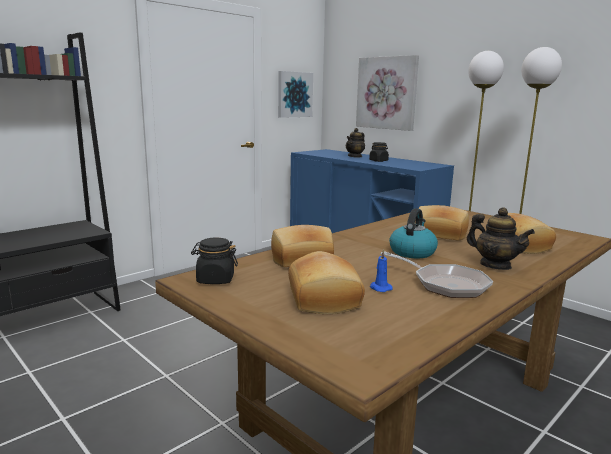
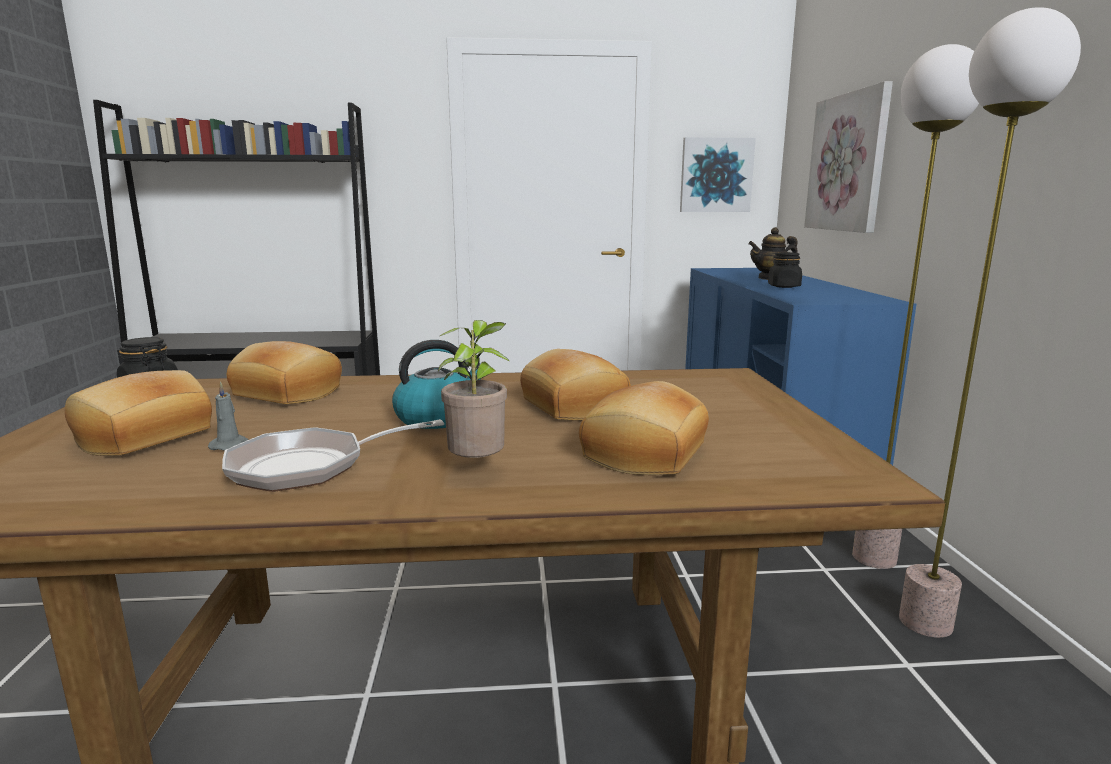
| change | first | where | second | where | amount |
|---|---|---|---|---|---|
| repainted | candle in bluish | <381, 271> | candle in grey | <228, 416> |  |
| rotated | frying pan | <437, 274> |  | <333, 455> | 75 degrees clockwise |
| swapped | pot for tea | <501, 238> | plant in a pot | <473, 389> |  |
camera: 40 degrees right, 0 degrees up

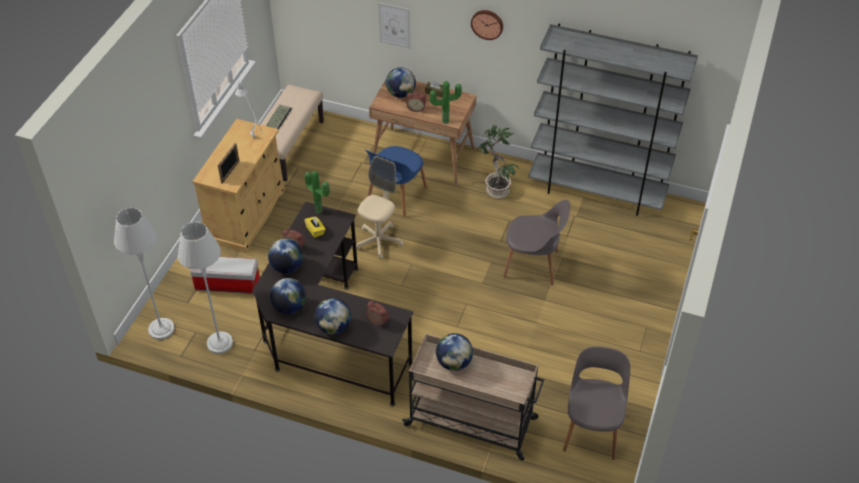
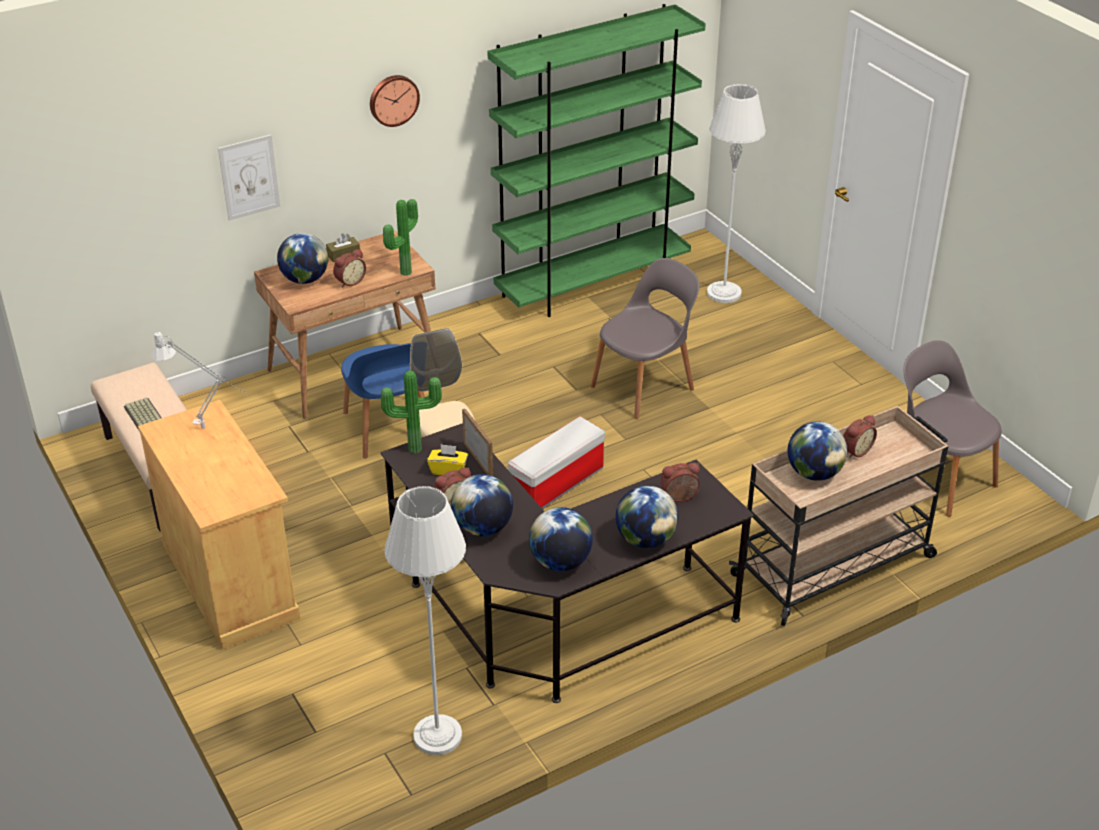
| change | first | where | second | where | amount |
|---|---|---|---|---|---|
| shifted | picture frame | <228, 163> |  | <477, 442> |  |
| repainted | bookshelf in grey | <613, 120> | bookshelf in greenish | <596, 160> |  |
| shifted | storage bin | <225, 275> |  | <556, 462> |  |
| shifted | standard lamp in grey | <144, 273> |  | <736, 193> |  |
| new |  |  | alarm clock | <860, 437> |  |
| gone | plant in a pot | <498, 162> |  |  |  |
camera: 50 degrees left, 10 degrees down

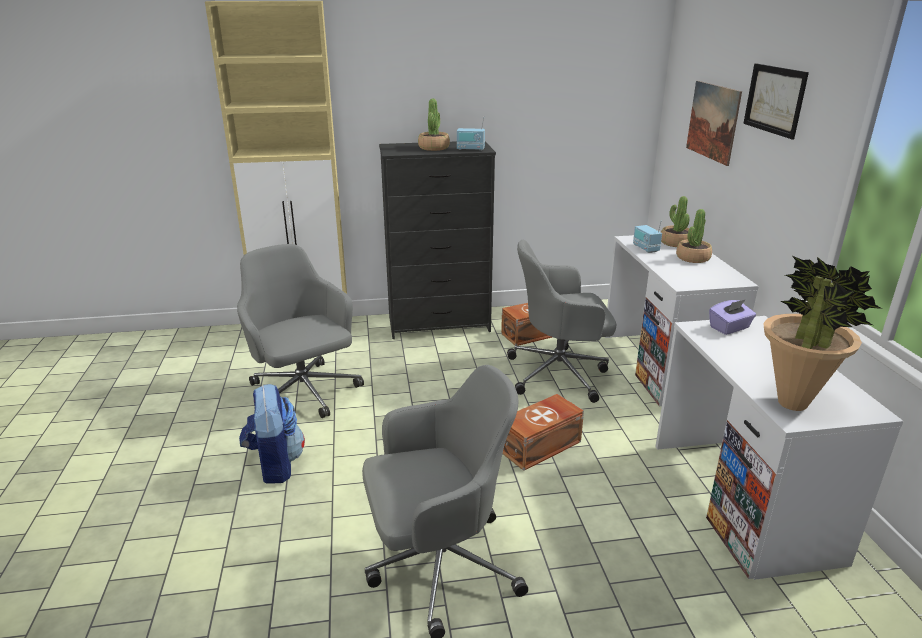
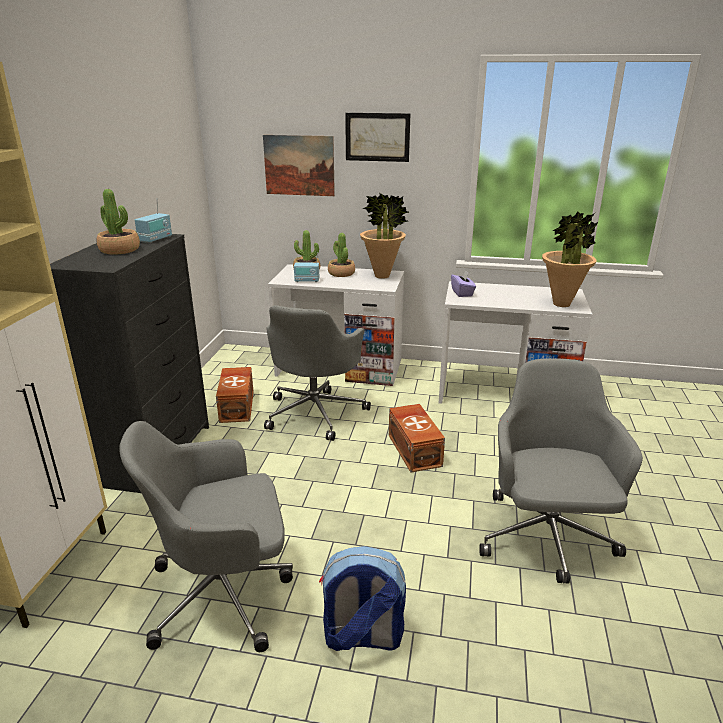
| change | first | where | second | where | amount |
|---|---|---|---|---|---|
| new |  |  | plant in a pot | <384, 236> |  |
camera: 70 degrees left, 0 degrees up

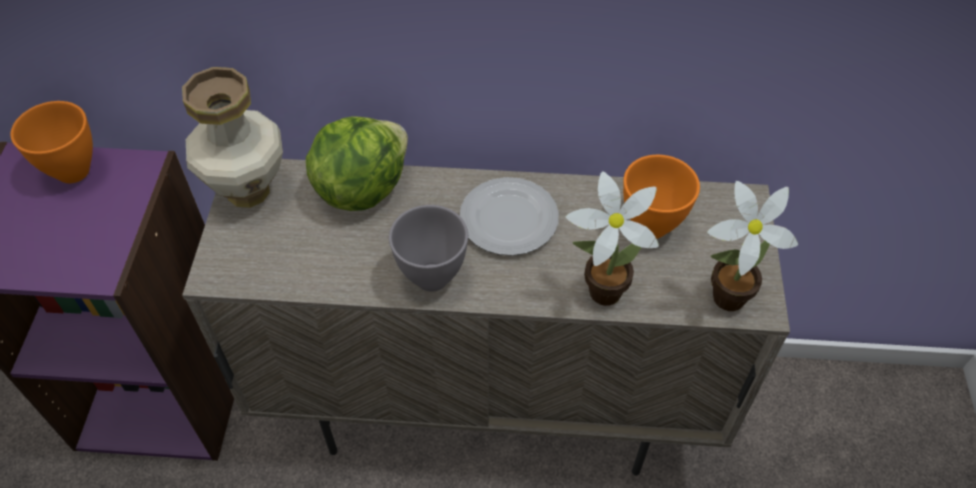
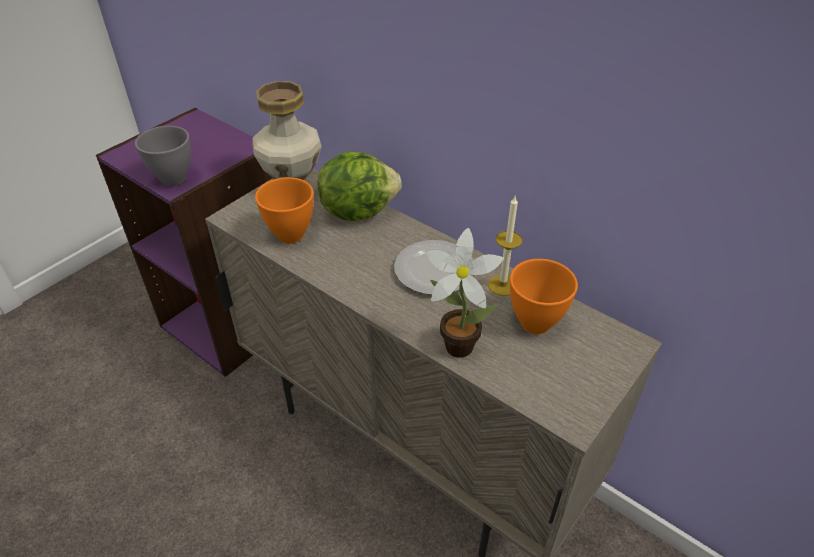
| change | first | where | second | where | amount |
|---|---|---|---|---|---|
| shifted | deep dish in grey | <428, 248> |  | <163, 156> |  |
| shifted | deep dish in orange-coloured | <52, 142> |  | <284, 210> |  |
| new |  |  | candle | <505, 246> |  |
| gone | plant in a pot | <752, 246> |  |  |  |
camera: 35 degrees right, 10 degrees down

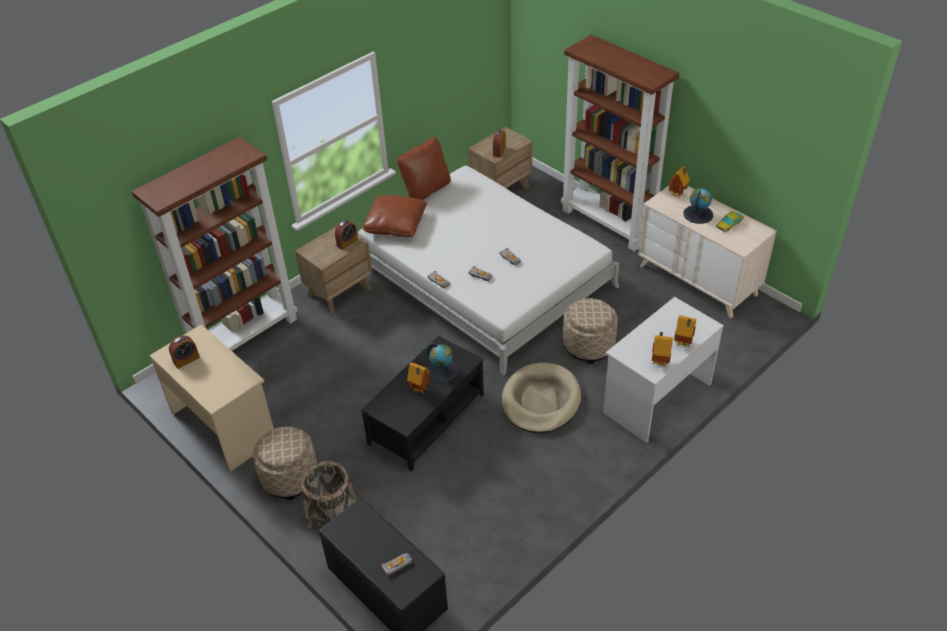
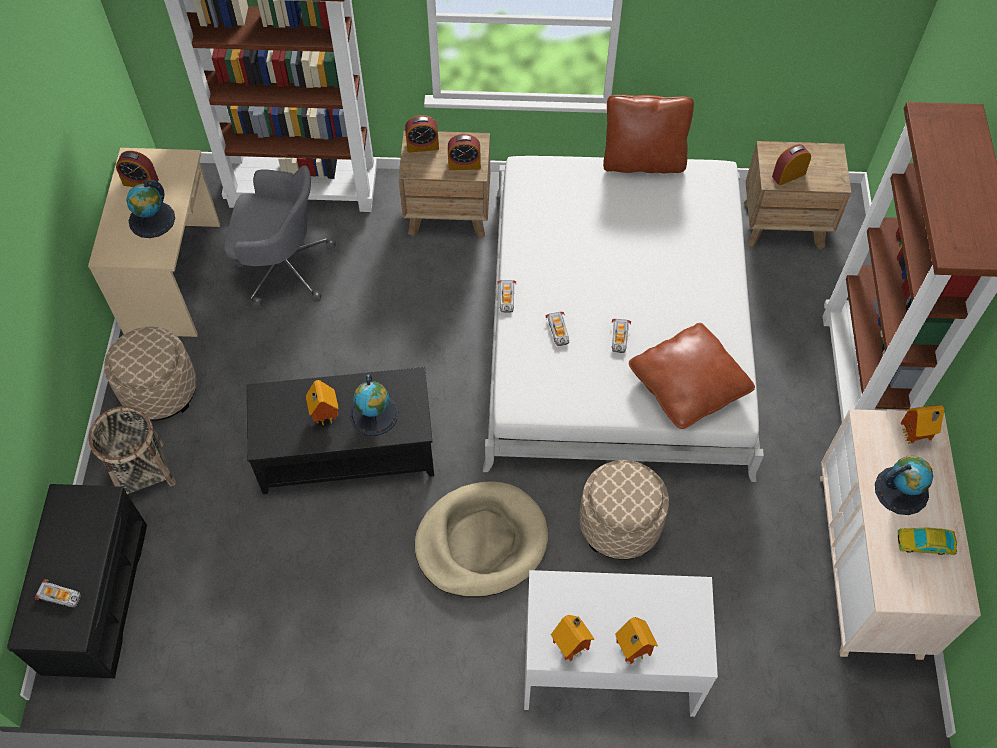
| change | first | where | second | where | amount |
|---|---|---|---|---|---|
| new |  |  | world globe | <150, 209> |  |
| new |  |  | computer chair in grey | <280, 236> |  |
| new |  |  | alarm clock | <422, 134> |  |
| shifted | pillow in brown | <394, 216> |  | <692, 376> |  |
camera: 45 degrees right, 15 degrees up

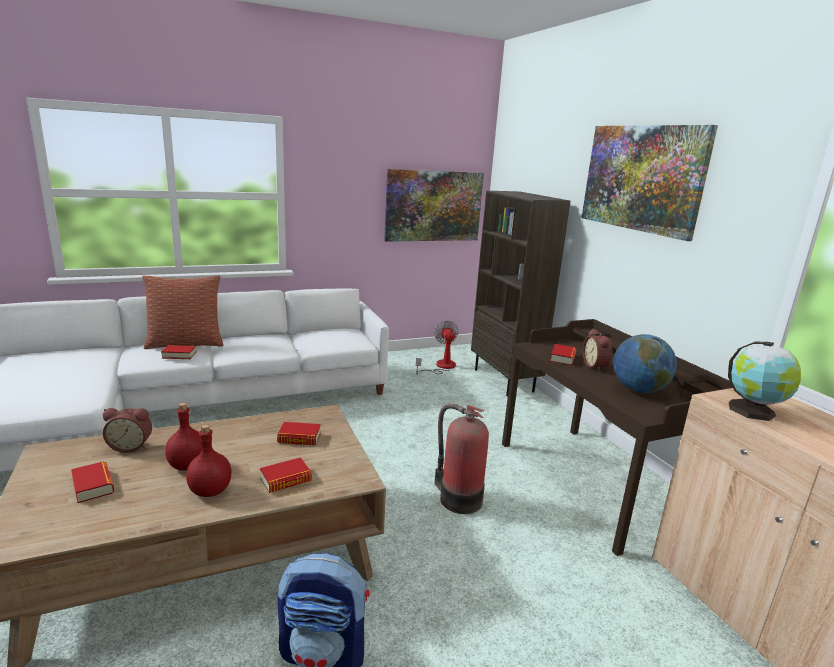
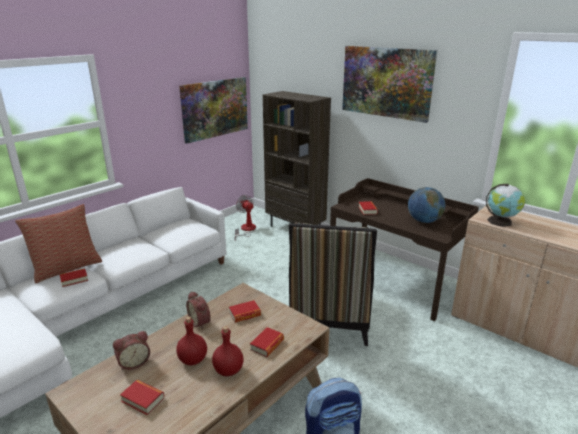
| change | first | where | second | where | amount |
|---|---|---|---|---|---|
| shifted | alarm clock | <597, 350> |  | <198, 310> |  |
| swapped | fire-fighting cylinder | <462, 459> | chair | <333, 284> |  |
camera: 25 degrees left, 5 degrees up

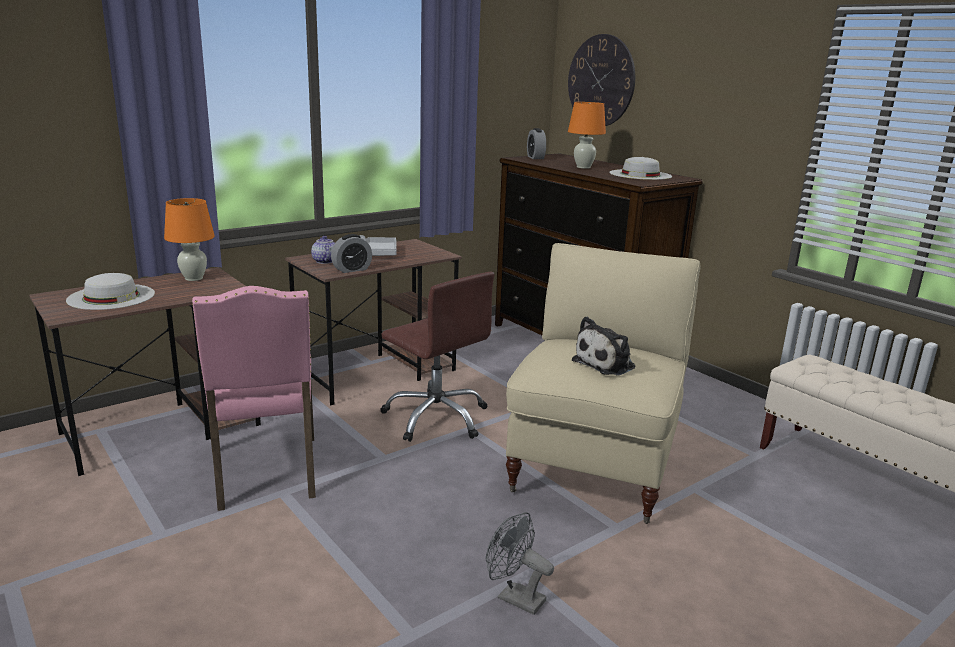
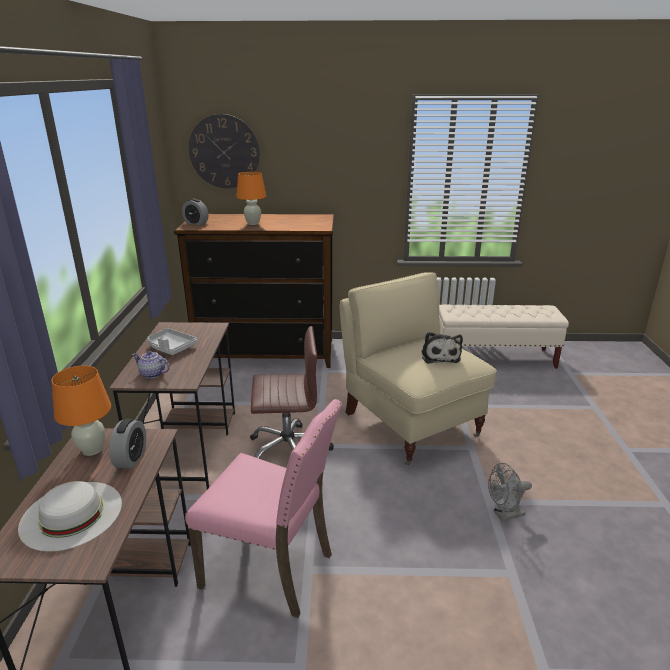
| change | first | where | second | where | amount |
|---|---|---|---|---|---|
| shifted | alarm clock | <351, 253> |  | <127, 444> |  |
| gone | wearable hat in whitish | <640, 168> |  |  |  |
camera: 50 degrees left, 5 degrees up

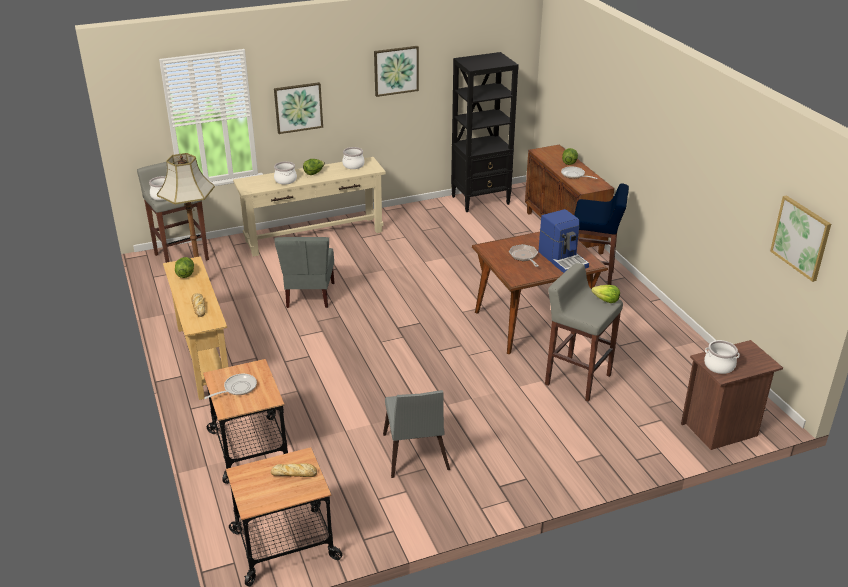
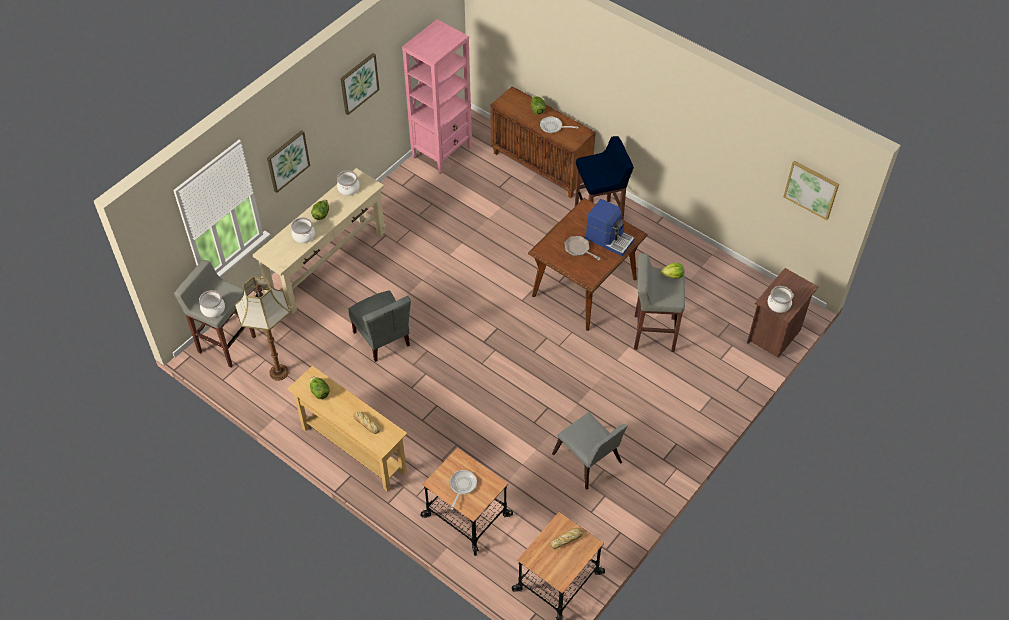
| change | first | where | second | where | amount |
|---|---|---|---|---|---|
| repainted | bookshelf in black-coloured | <485, 132> | bookshelf in pinkish | <437, 96> |  |
camera: 30 degrees left, 20 degrees up

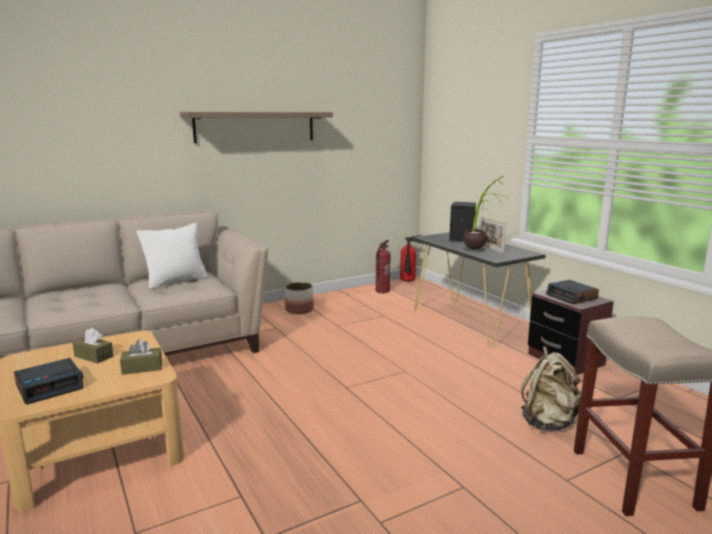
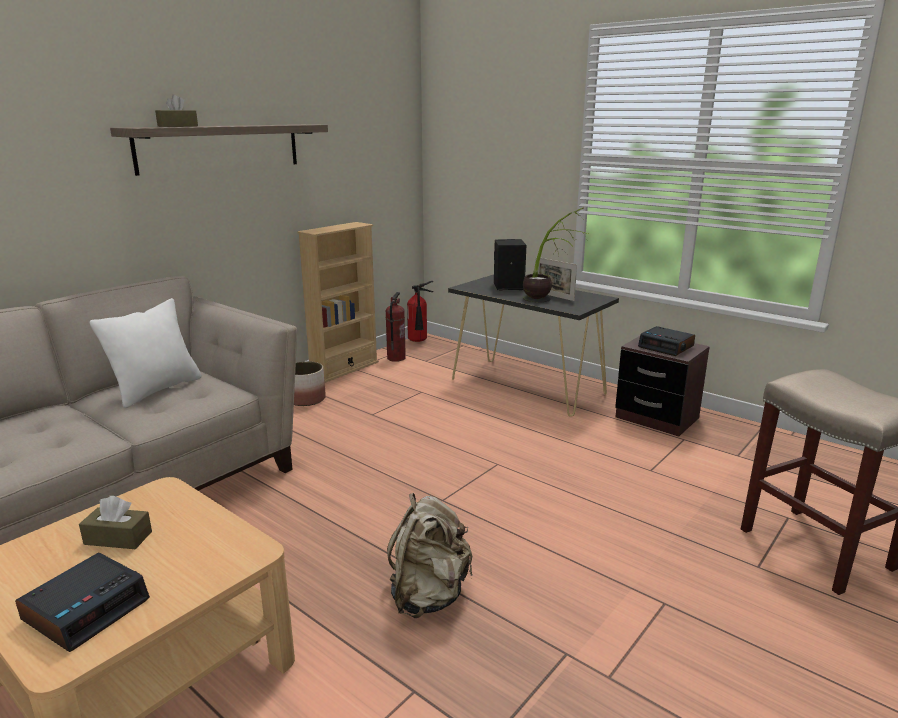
| change | first | where | second | where | amount |
|---|---|---|---|---|---|
| shifted | tissue holder in brown | <141, 357> |  | <176, 110> |  |
| new |  |  | bookshelf in beige | <338, 302> |  |
| shifted | rucksack in beige | <551, 388> |  | <430, 555> |  |
camera: 20 degrees left, 5 degrees up

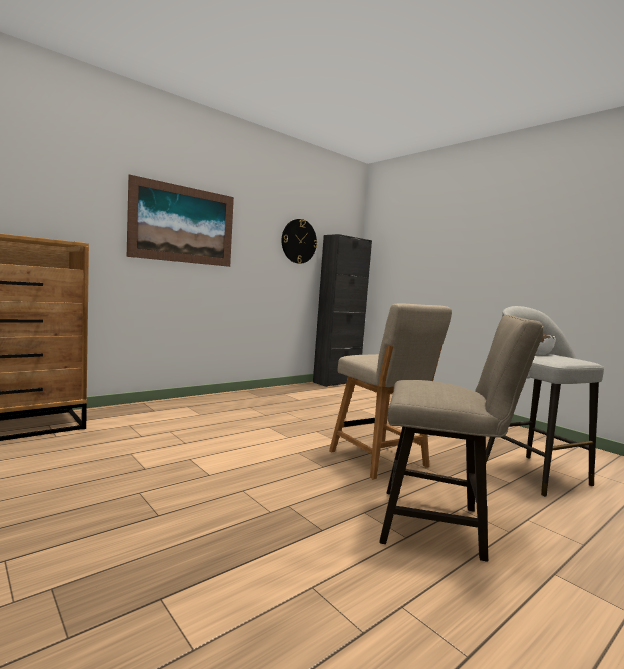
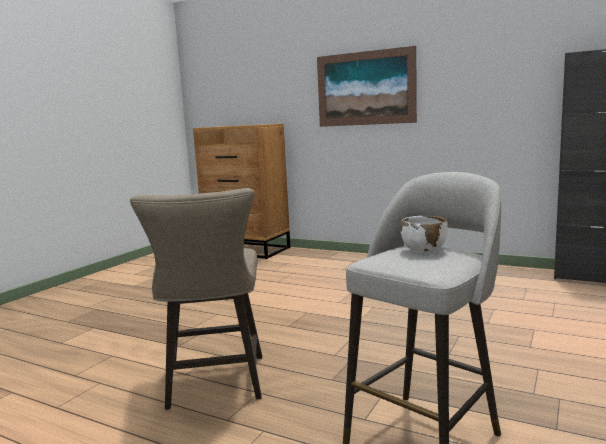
| change | first | where | second | where | amount |
|---|---|---|---|---|---|
| gone | hanging clock | <299, 241> |  |  |  |
| gone | chair in beige | <390, 392> |  |  |  |
camera: 70 degrees right, 5 degrees up

